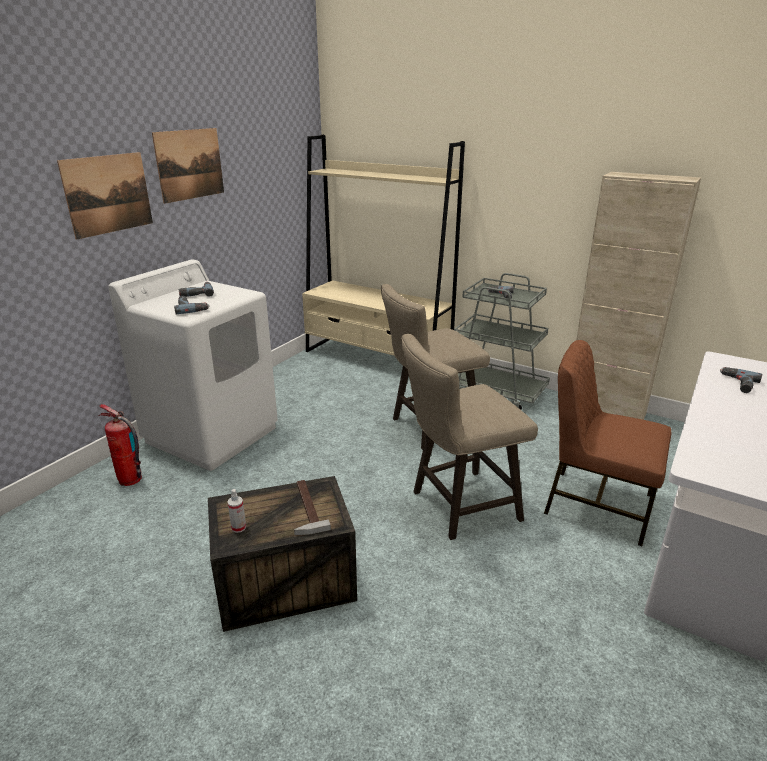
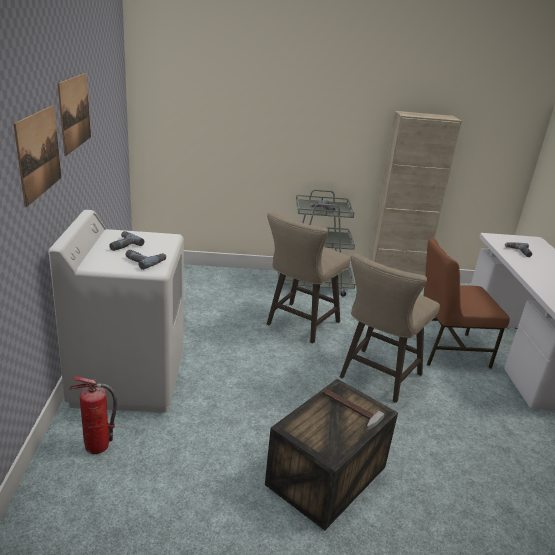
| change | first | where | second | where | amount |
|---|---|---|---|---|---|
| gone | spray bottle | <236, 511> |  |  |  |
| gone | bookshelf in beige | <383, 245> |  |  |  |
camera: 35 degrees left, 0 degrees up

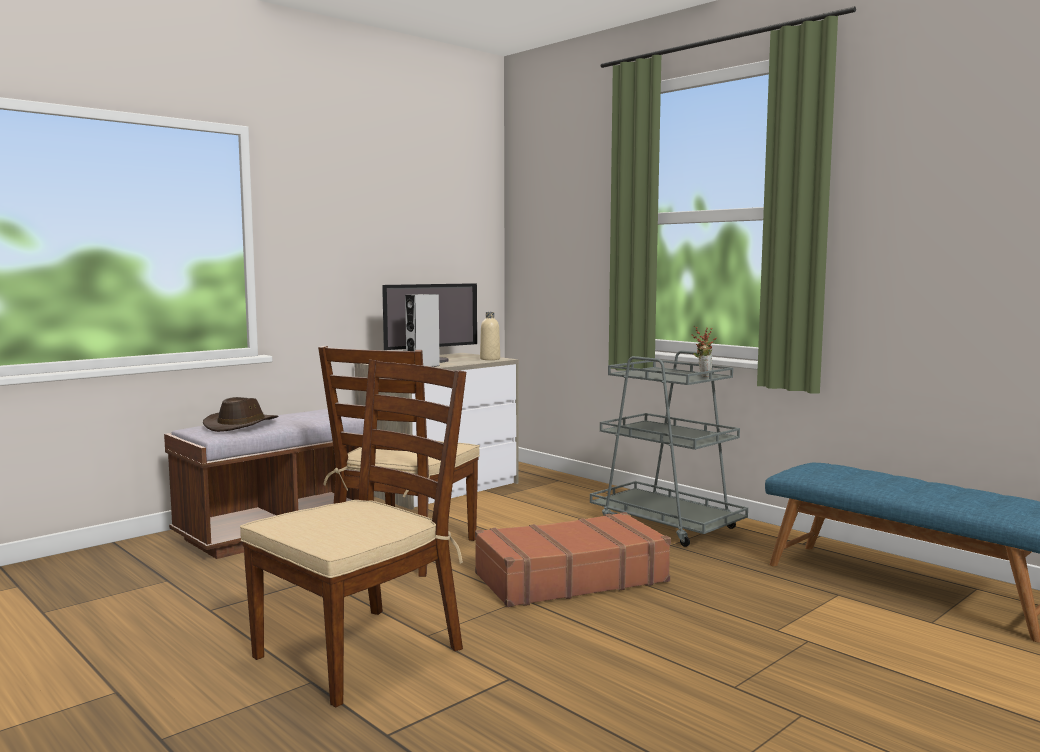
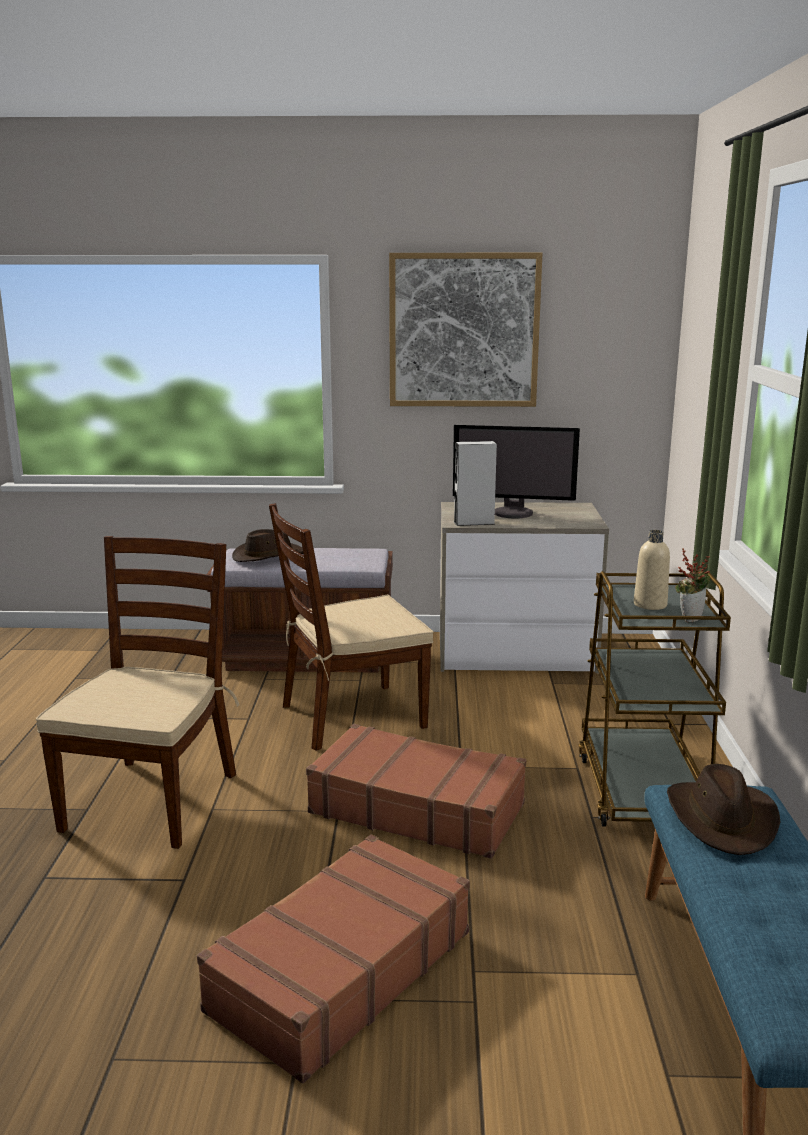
| change | first | where | second | where | amount |
|---|---|---|---|---|---|
| rotated | chair in brown | <353, 533> |  | <137, 692> | 75 degrees counterclockwise |
| new |  |  | travel case in brown | <333, 959> |  |
| new |  |  | wall picture | <465, 330> |  |
| repainted | trolley in grey | <669, 448> | trolley in brown | <654, 699> |  |
| shifted | bottle in beige | <490, 336> |  | <652, 570> |  |
| new |  |  | wearable hat in brown | <724, 809> |  |
camera: 45 degrees right, 10 degrees up

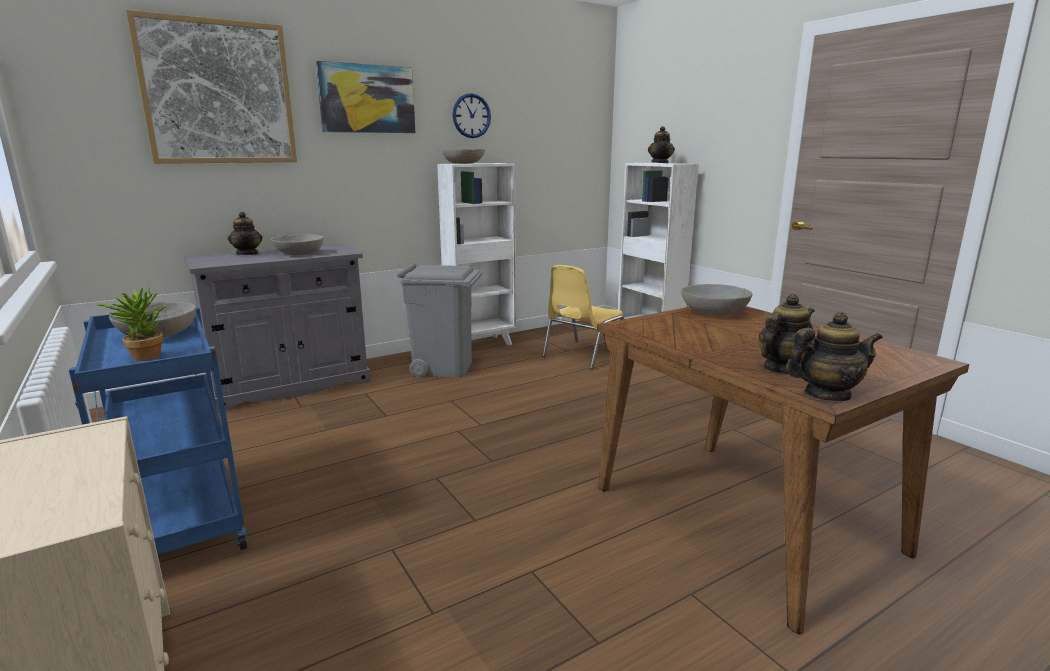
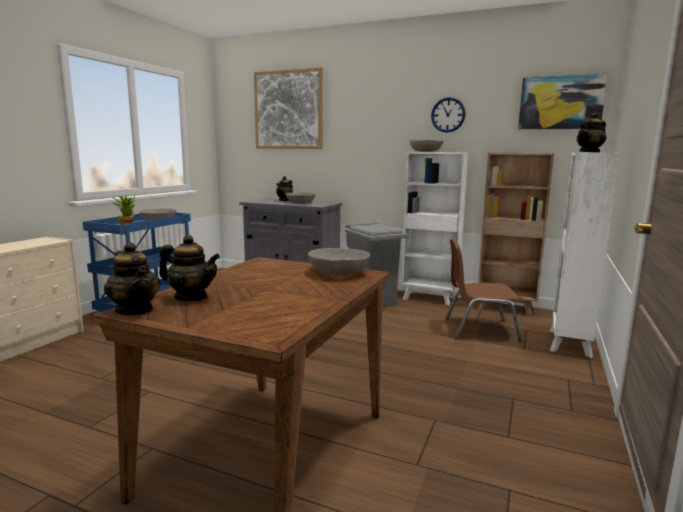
| change | first | where | second | where | amount |
|---|---|---|---|---|---|
| repainted | chair in yellow | <583, 317> | chair in brown | <484, 290> |  |
| new |  |  | bookshelf in brown | <516, 235> |  |
| shifted | wall picture | <365, 97> |  | <563, 102> |  |
camera: 55 degrees right, 5 degrees down

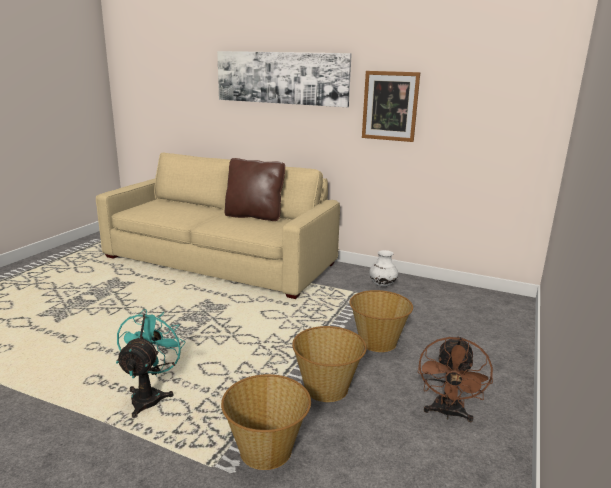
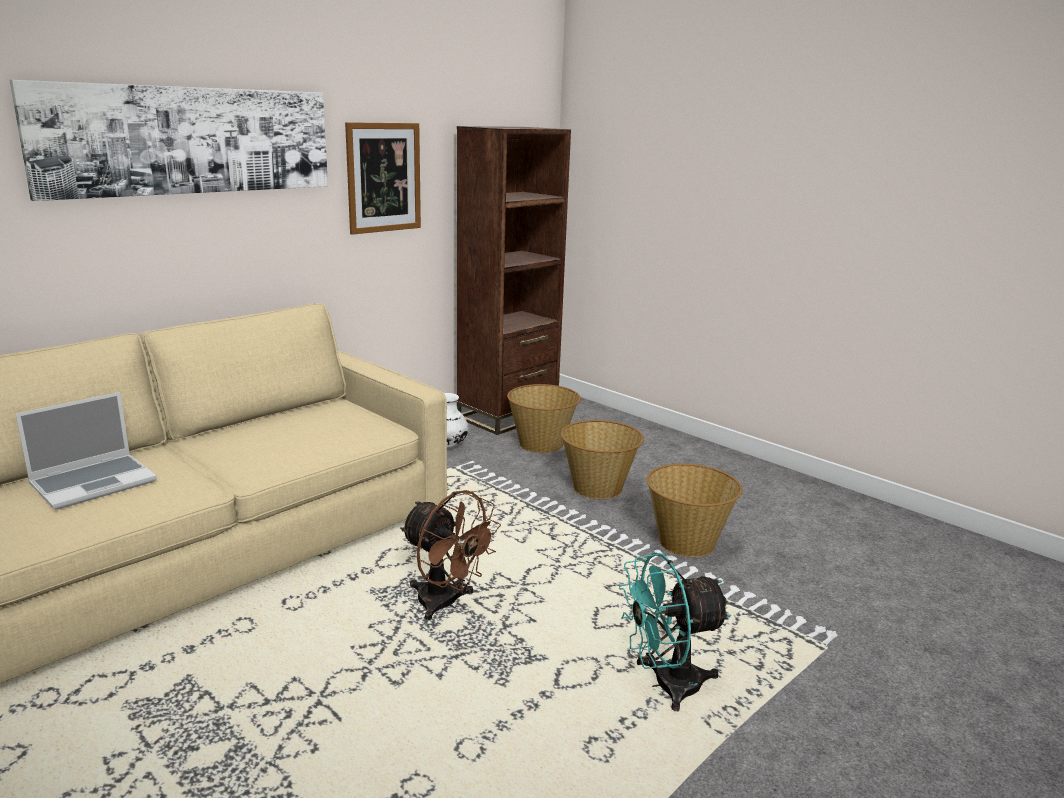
| change | first | where | second | where | amount |
|---|---|---|---|---|---|
| new |  |  | portable computer | <86, 451> |  |
| shifted | electric fan in brown | <455, 379> |  | <450, 555> |  |
| new |  |  | bookshelf in brown | <514, 280> |  |
| shifted | basket | <266, 422> |  | <544, 418> |  |
| rotated | electric fan in blue-green | <151, 363> |  | <675, 631> | 45 degrees counterclockwise |
| gone | pillow in brown | <255, 189> |  |  |  |
camera: 70 degrees left, 0 degrees up

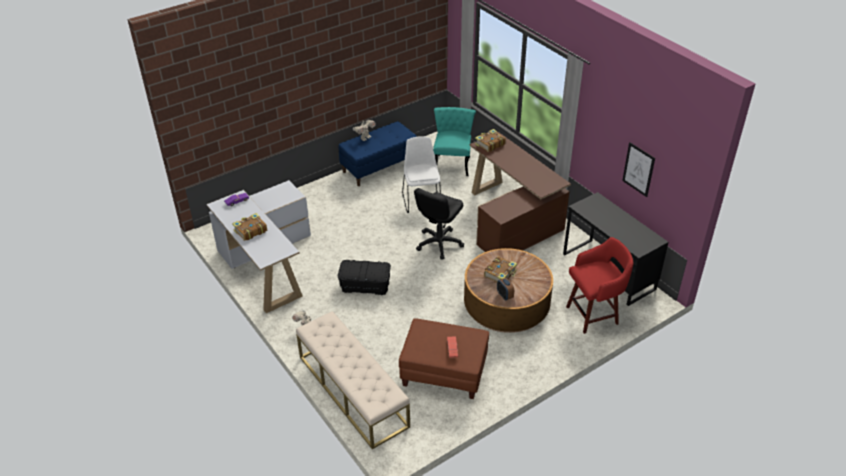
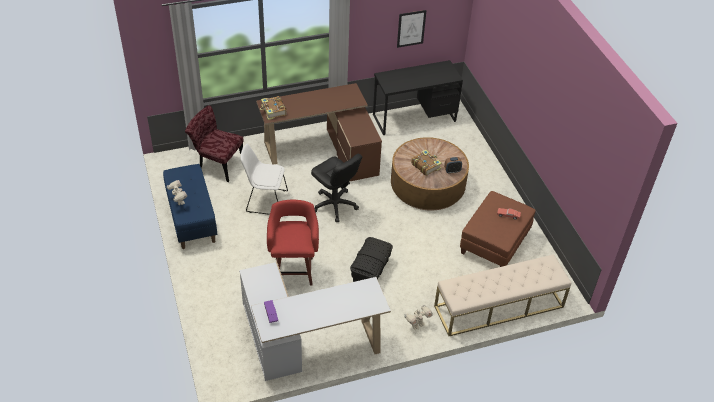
| change | first | where | second | where | amount |
|---|---|---|---|---|---|
| repainted | chair in blue-green | <454, 141> | chair in reddish | <214, 143> |  |
| shifted | stool in reddish | <599, 285> |  | <293, 243> |  |
| gone | volume | <249, 227> |  |  |  |
camera: 75 degrees left, 5 degrees up

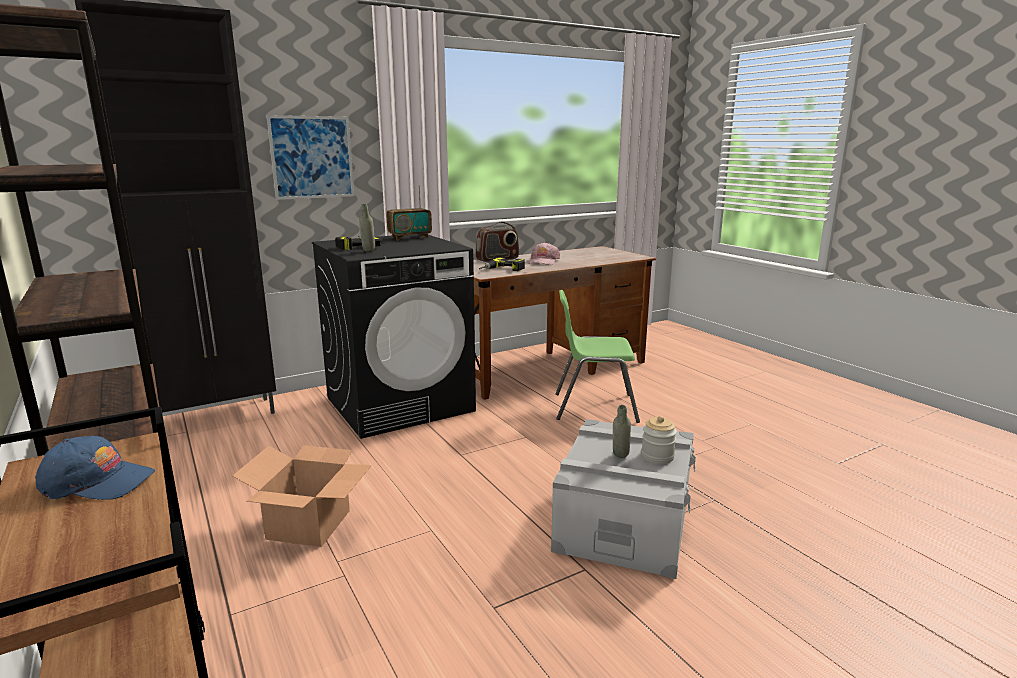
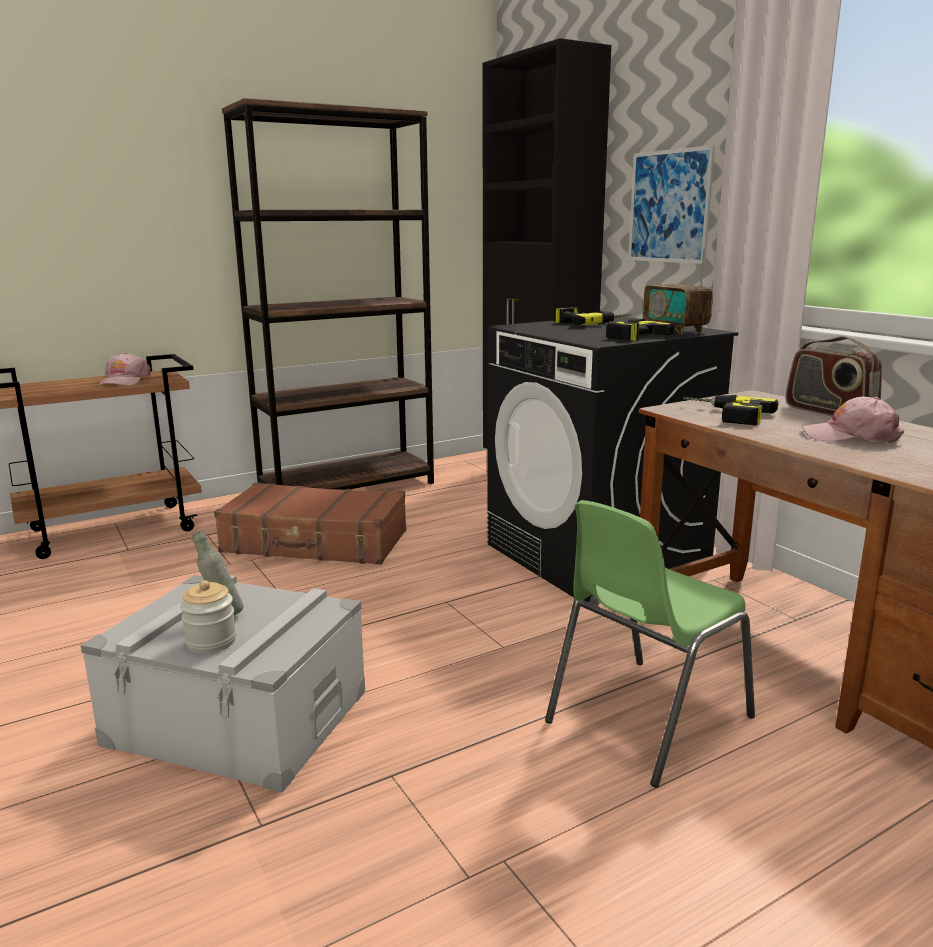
| change | first | where | second | where | amount |
|---|---|---|---|---|---|
| repainted | peaked cap in bluish | <95, 468> | peaked cap in pinkish | <124, 369> |  |
| swapped | cardboard box | <302, 496> | travel case in brown | <310, 523> |  |
| rotated | chair in greenish | <598, 356> |  | <650, 644> | 135 degrees counterclockwise |
| new |  |  | drill | <640, 330> |  |
| gone | bottle in grey | <367, 228> |  |  |  |
camera: 90 degrees right, 0 degrees up

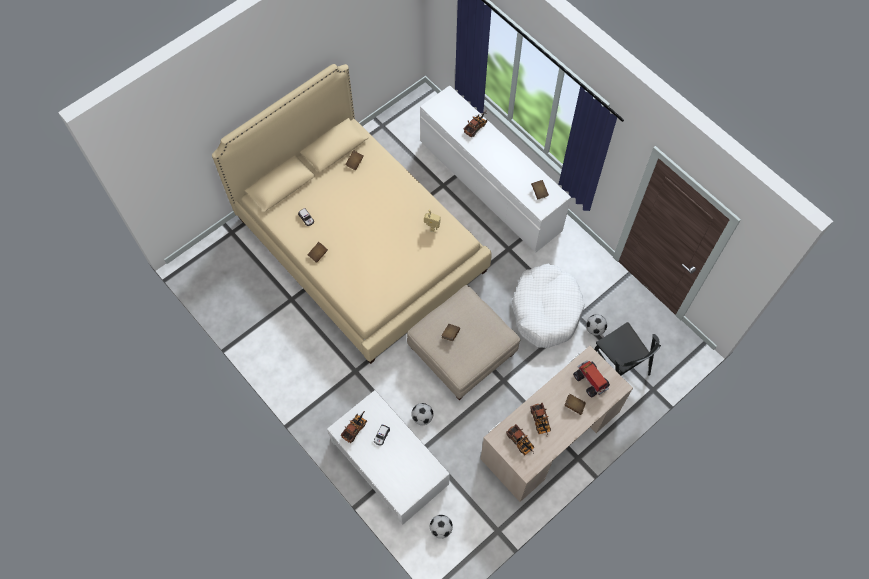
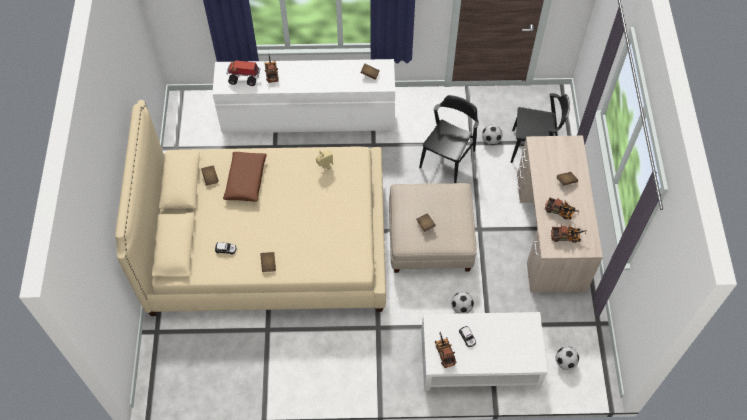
| change | first | where | second | where | amount |
|---|---|---|---|---|---|
| new |  |  | pillow in brown | <245, 177> |  |
| shifted | toy lorry | <591, 378> |  | <243, 73> |  |
| swapped | pet bed in whitish | <548, 306> | chair in black-coloured | <449, 139> |  |
camera: 50 degrees left, 5 degrees down

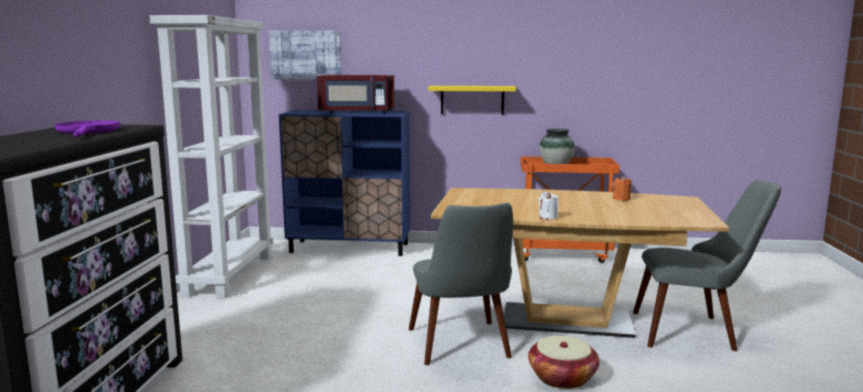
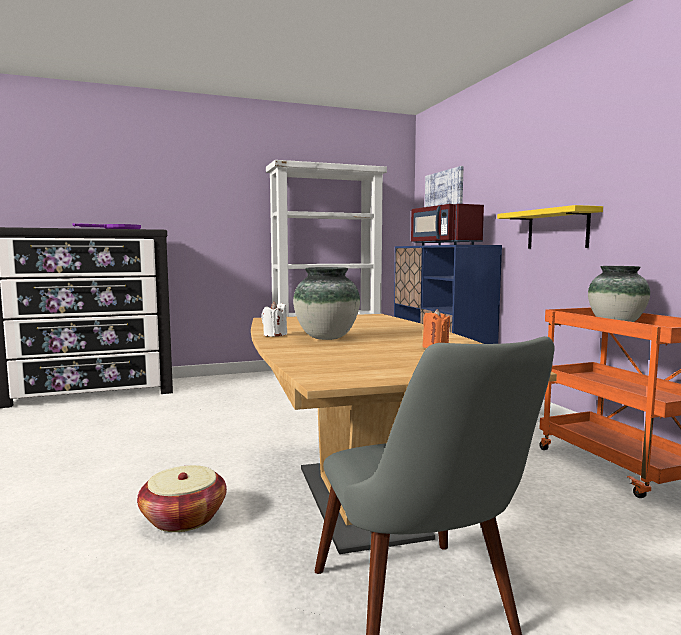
| change | first | where | second | where | amount |
|---|---|---|---|---|---|
| new |  |  | flower vase | <326, 303> |  |
| gone | chair in grey | <461, 284> |  |  |  |
camera: 65 degrees right, 5 degrees down

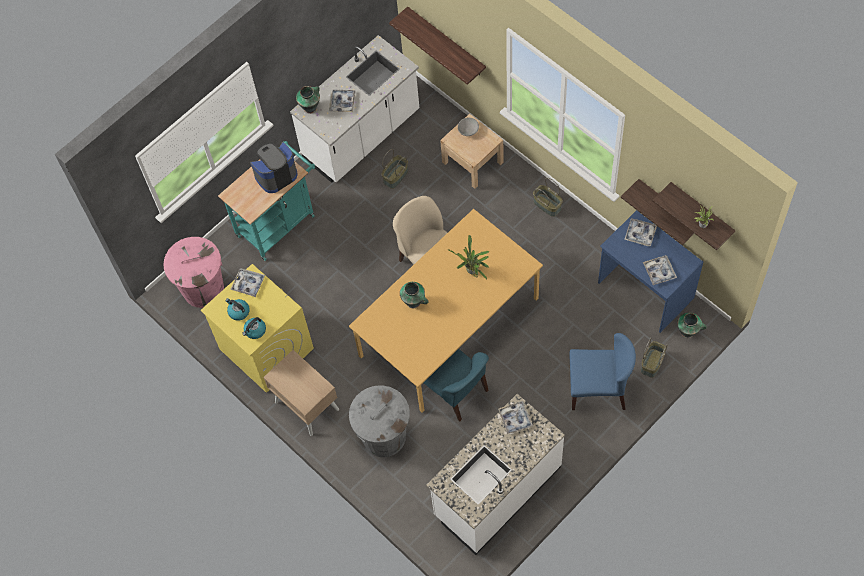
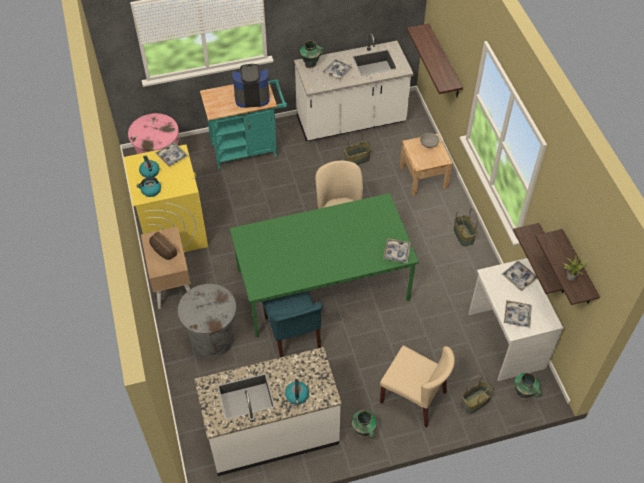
| change | first | where | second | where | amount |
|---|---|---|---|---|---|
| new |  |  | baked bread | <163, 245> |  |
| repainted | dining table in orange-coloured | <446, 310> | dining table in greenish | <324, 265> |  |
| new |  |  | tea kettle | <297, 391> |  |
| shifted | flower vase | <414, 295> |  | <364, 424> |  |
| repainted | chair in bluish | <602, 371> | chair in beige | <417, 387> |  |
| shifted | serving tray | <515, 417> |  | <397, 250> |  |
| repainted | desk unit in bluish | <650, 271> | desk unit in whitish | <516, 319> |  |
| gone | plant in a pot | <468, 257> |  |  |  |
camera: 25 degrees right, 10 degrees down

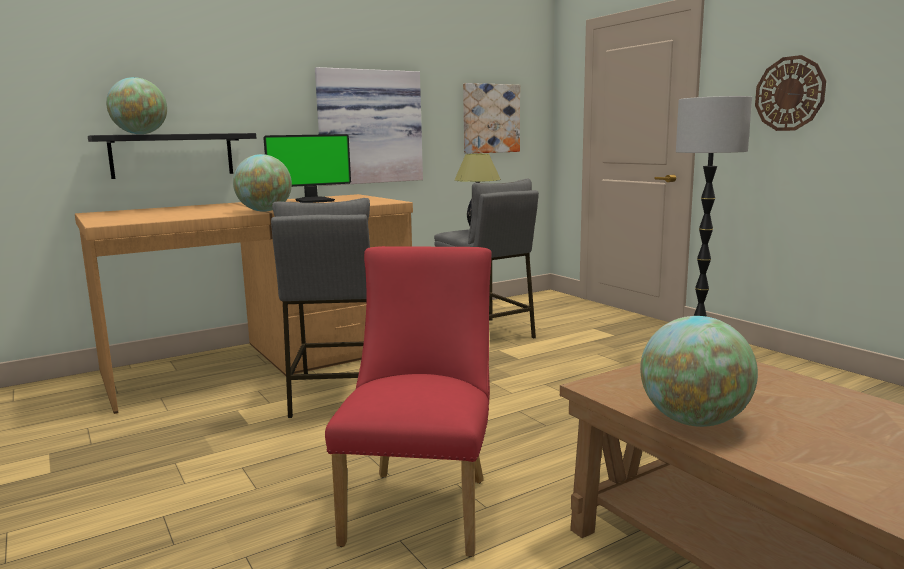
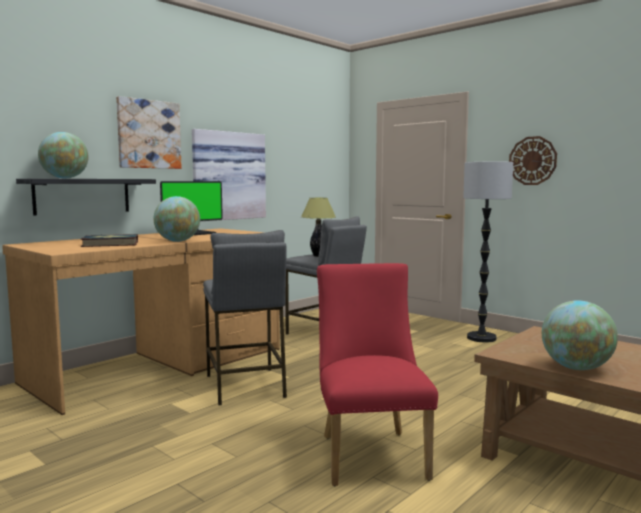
| change | first | where | second | where | amount |
|---|---|---|---|---|---|
| new |  |  | volume | <109, 240> |  |
| shifted | wall picture | <491, 118> |  | <149, 132> |  |
camera: 15 degrees left, 5 degrees down

